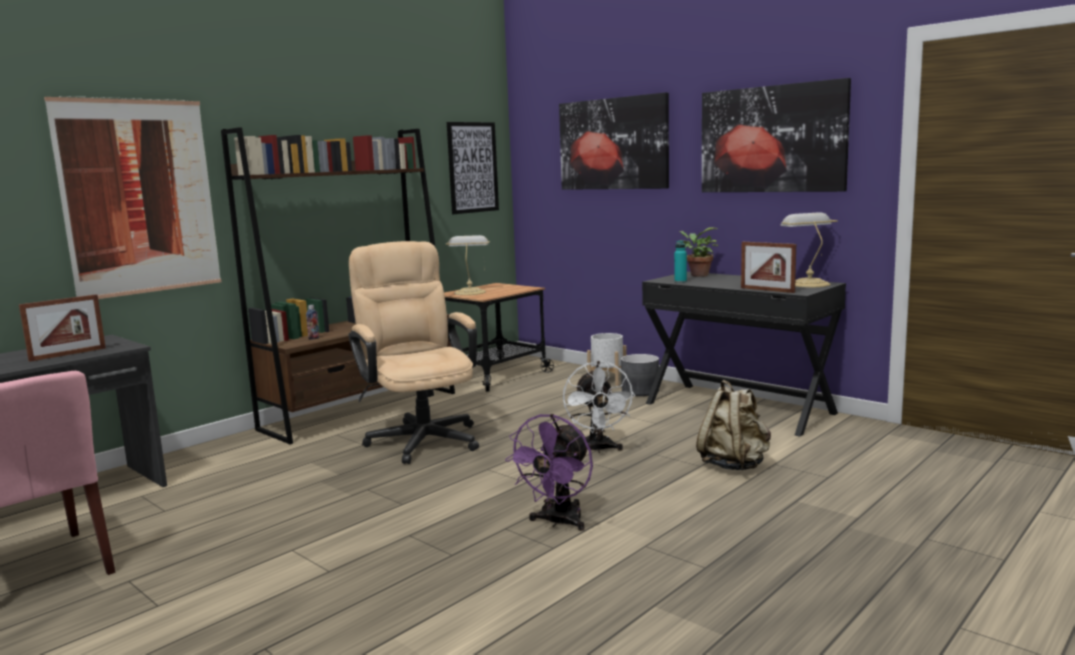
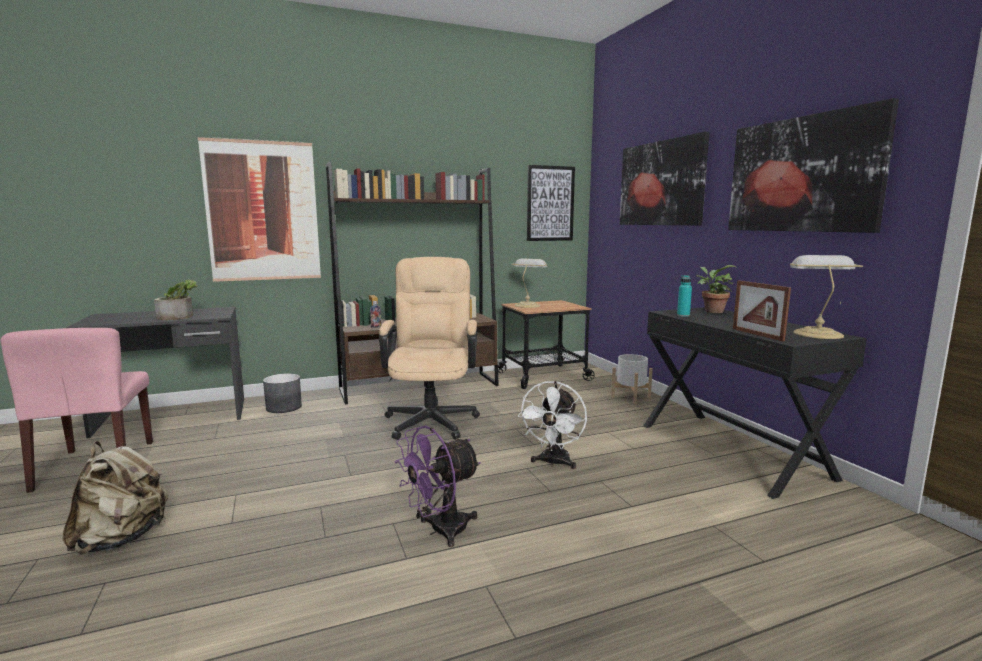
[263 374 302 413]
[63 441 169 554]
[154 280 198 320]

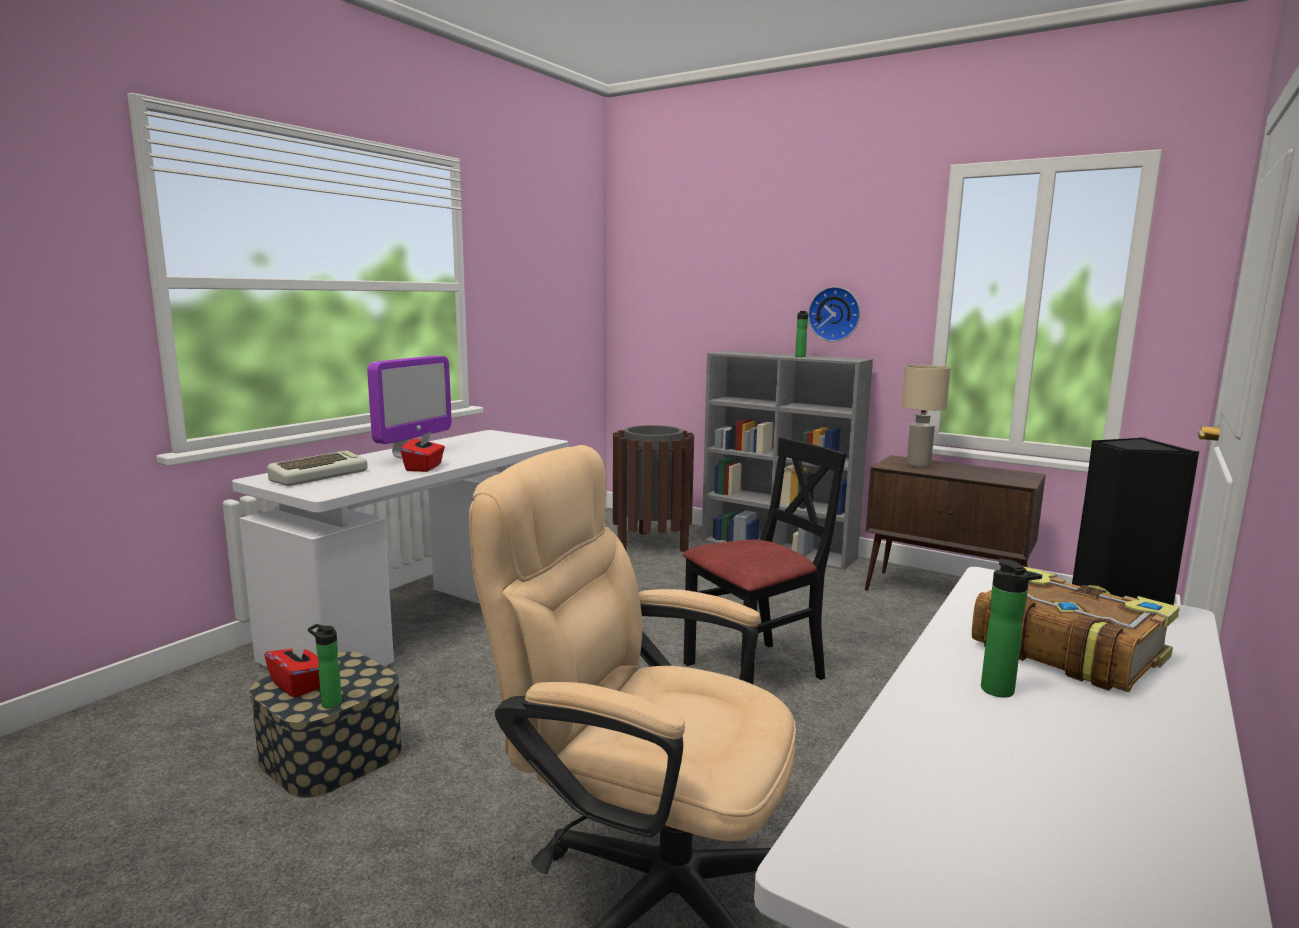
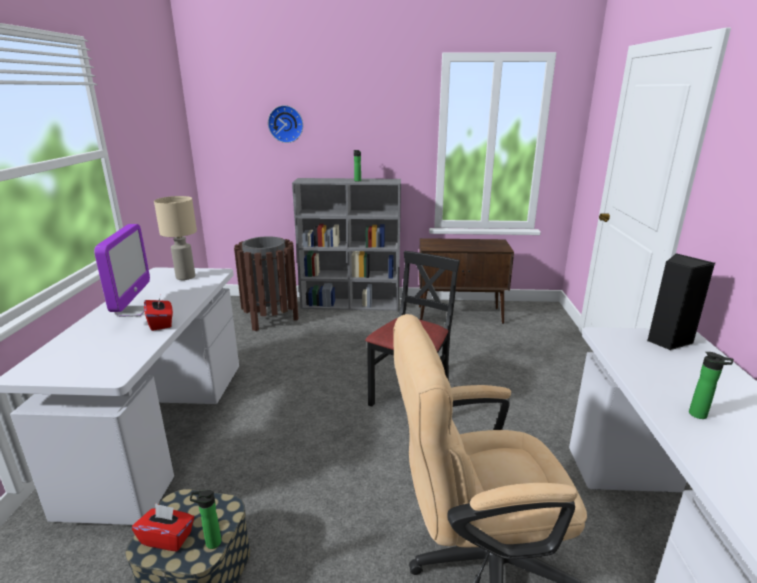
[267 451 368 486] (first image)
[972 566 1180 692] (first image)
[268 105 303 143]
[154 196 197 280]

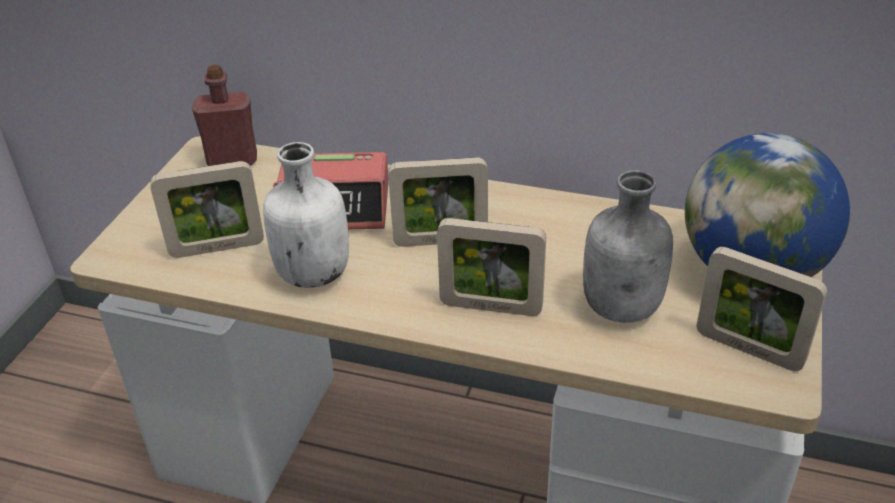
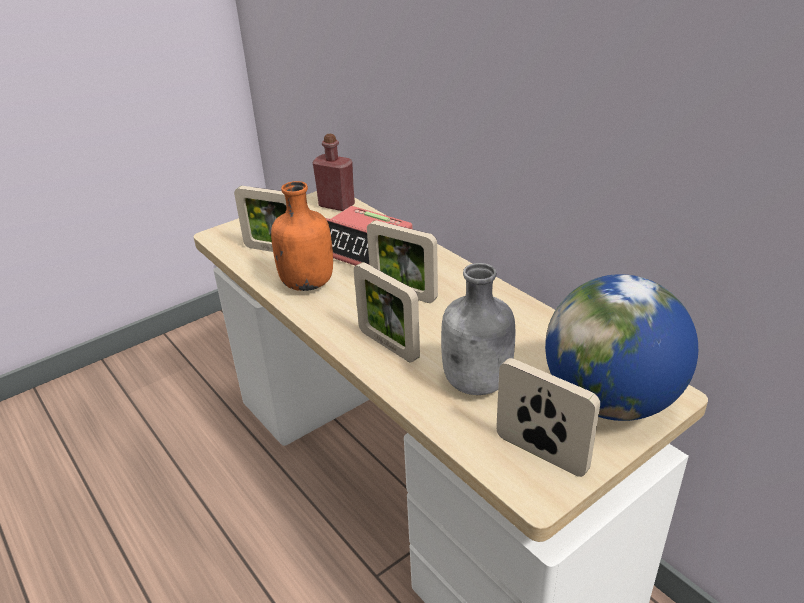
[271 181 333 291]
[496 358 600 477]

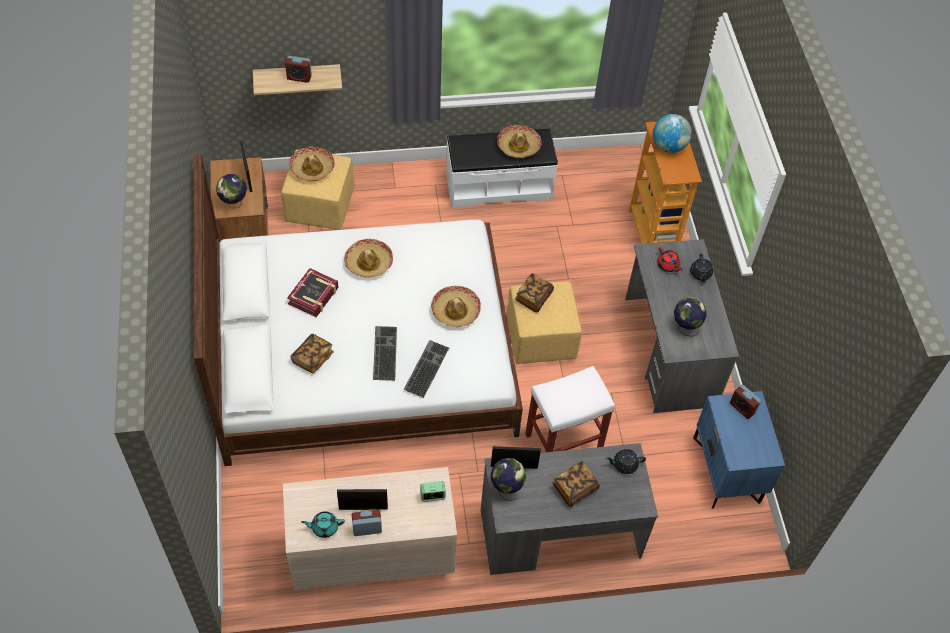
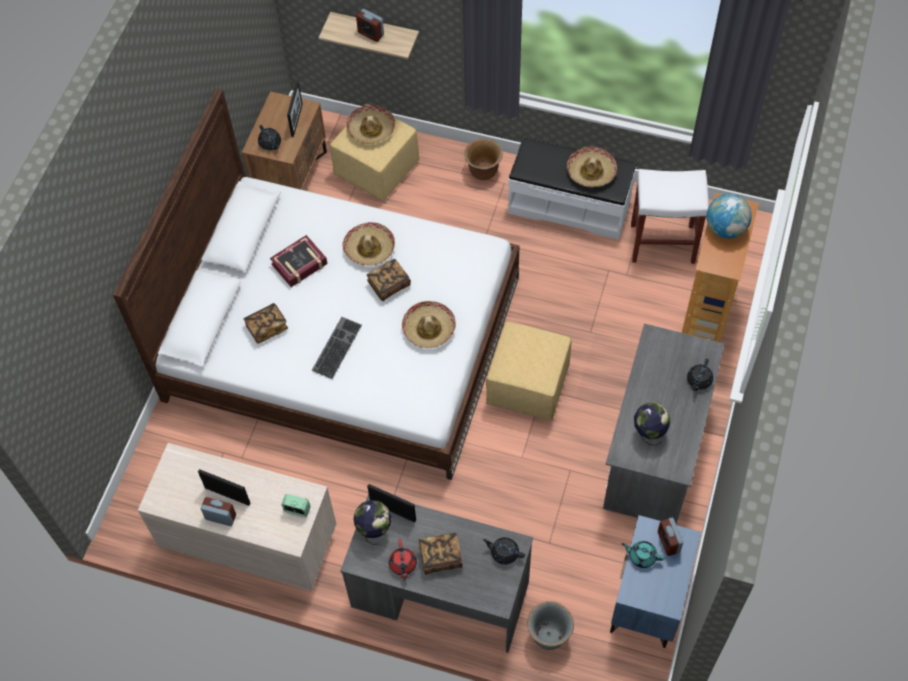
[404 340 449 398] (first image)
[464 138 503 180]
[527 601 574 650]
[622 541 664 568]
[366 259 411 301]
[631 169 709 264]
[389 540 417 581]
[258 125 281 150]

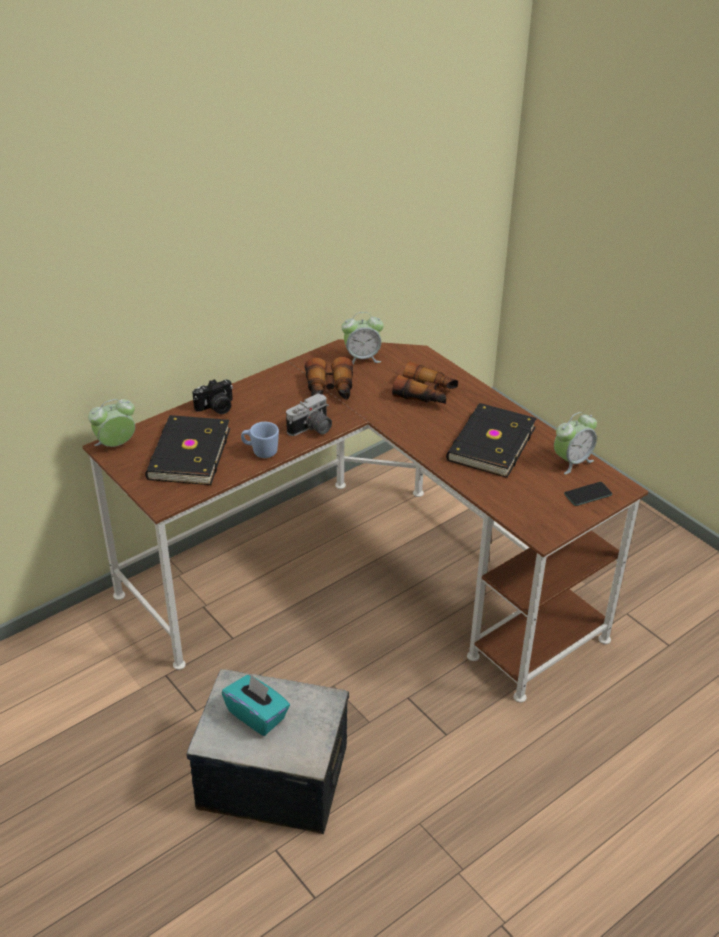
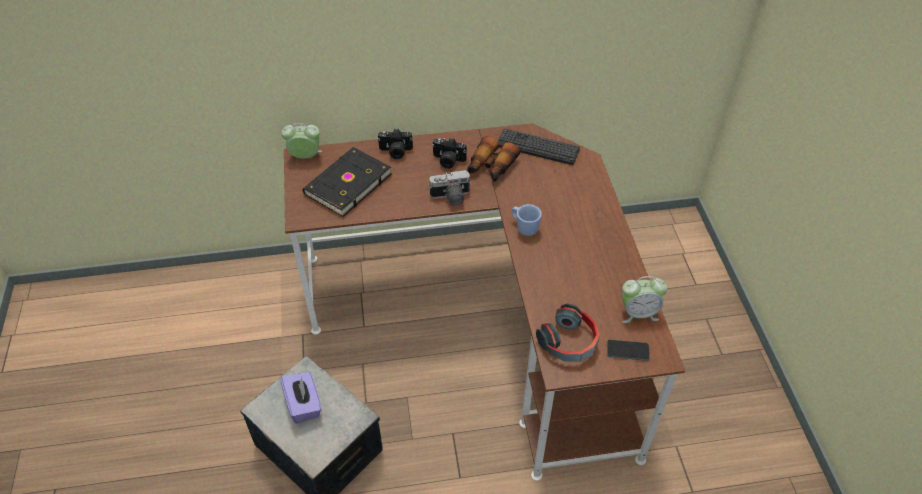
[392 361 458 404] (first image)
[446 403 537 478] (first image)
[432 138 467 169]
[536 303 600 362]
[512 204 542 236]
[498 129 580 165]
[281 372 321 424]

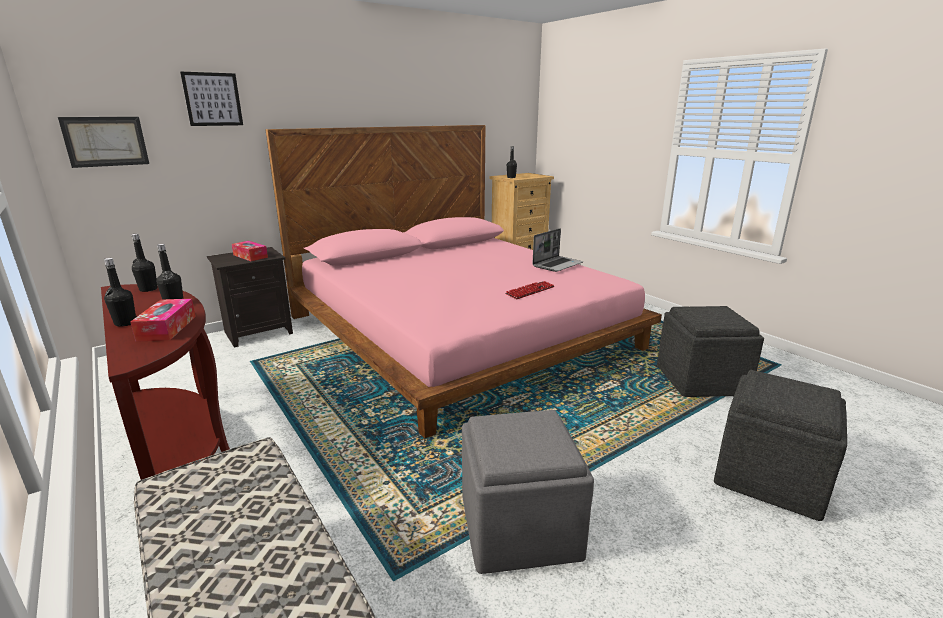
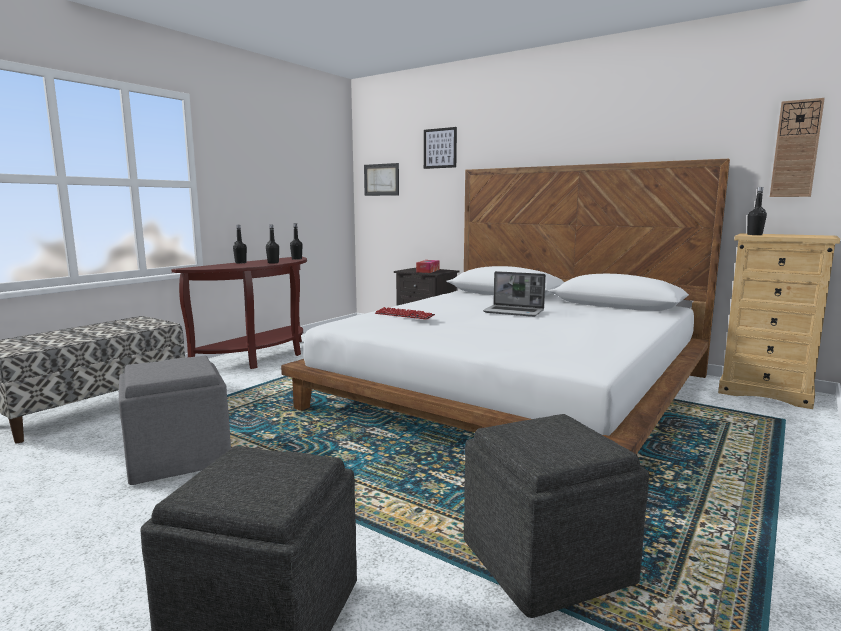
[130 299 196 342] (first image)
[770 98 825 197]
[375 307 435 320]
[483 271 546 317]
[281 159 730 455]

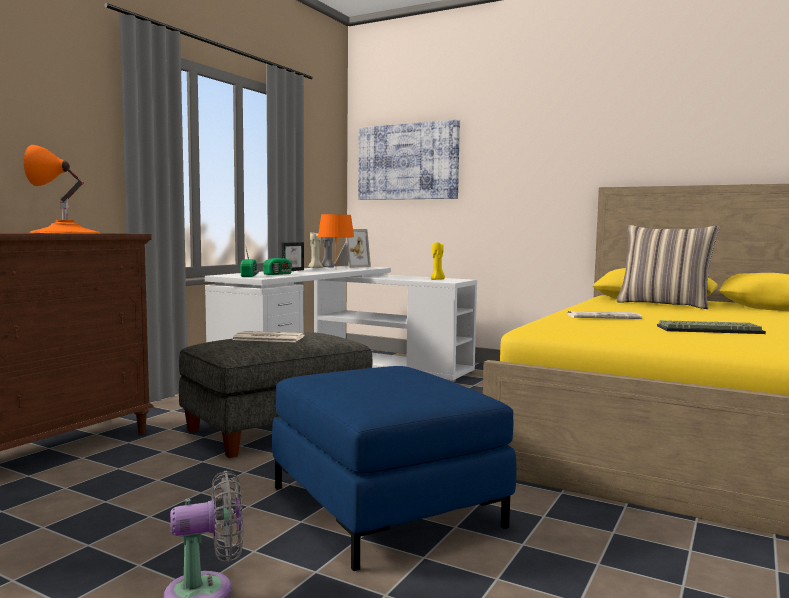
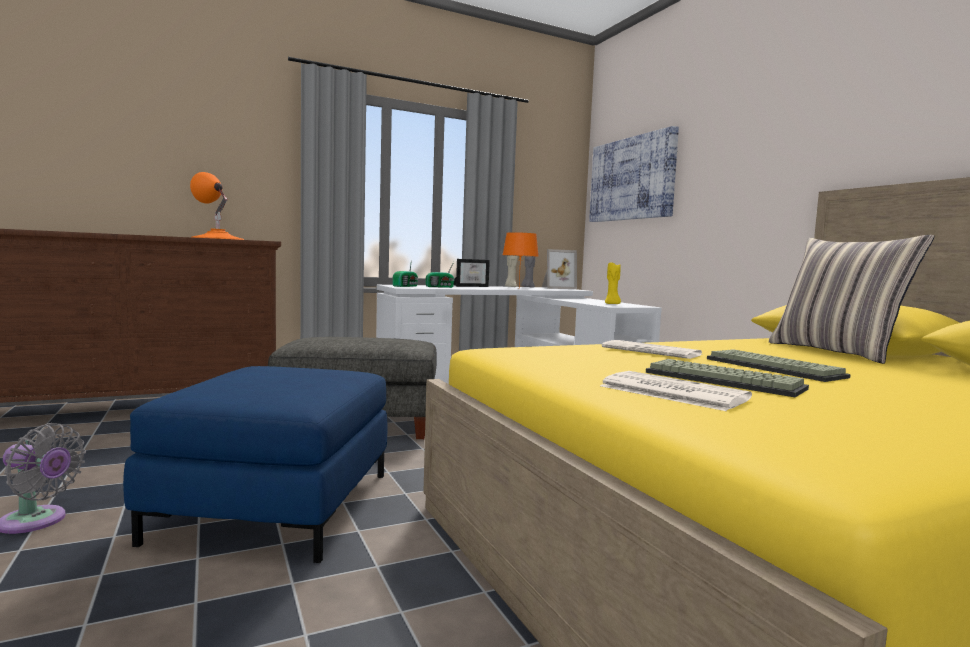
[707 349 851 382]
[600 371 752 411]

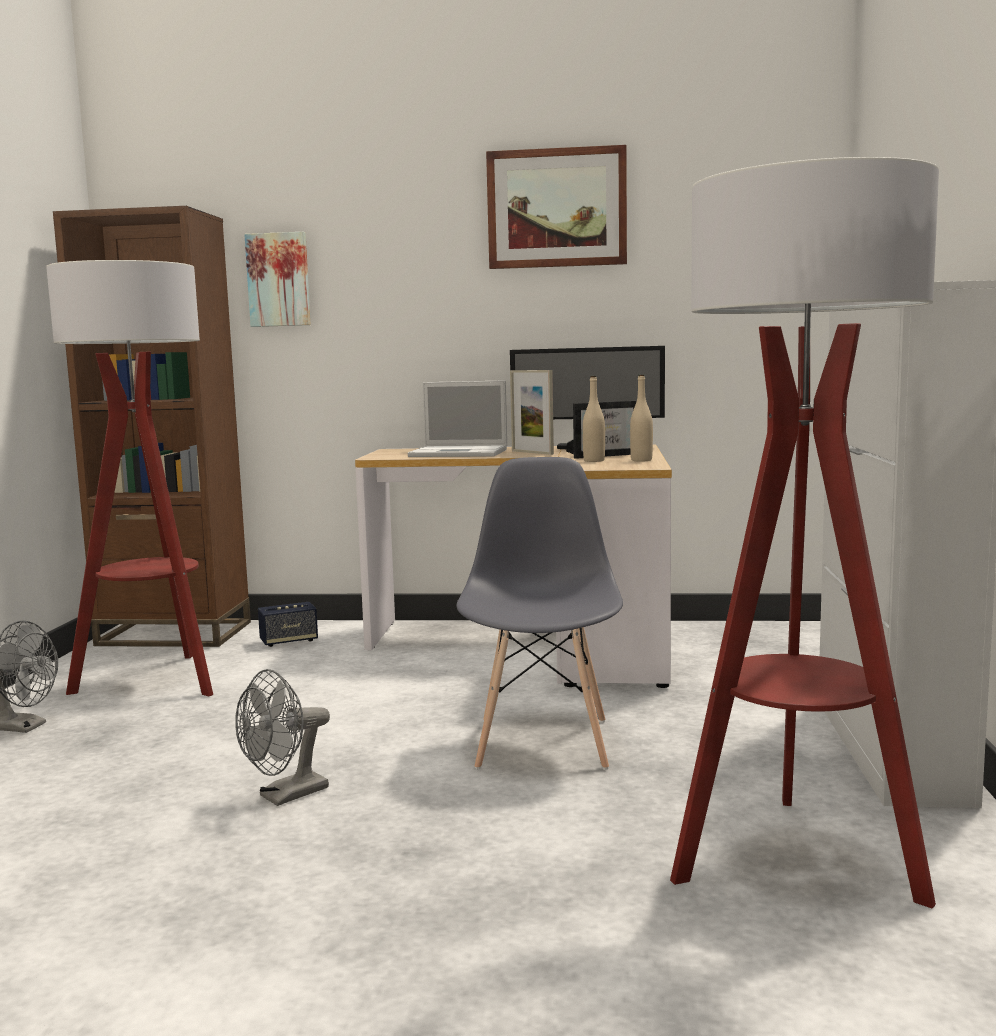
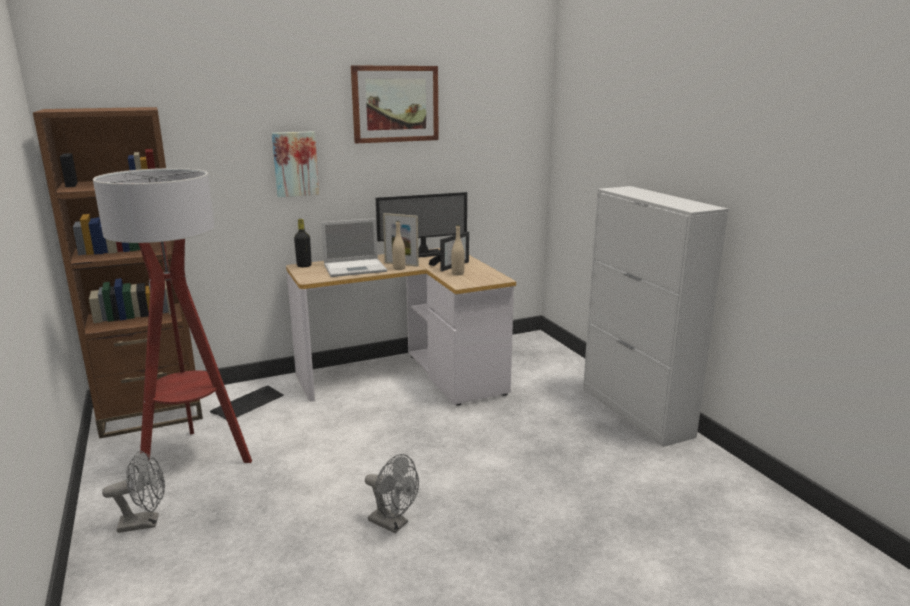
[456 457 623 770] (first image)
[670 157 939 908] (first image)
[294 219 312 267]
[272 131 319 197]
[392 221 405 270]
[210 386 284 420]
[365 454 419 533]

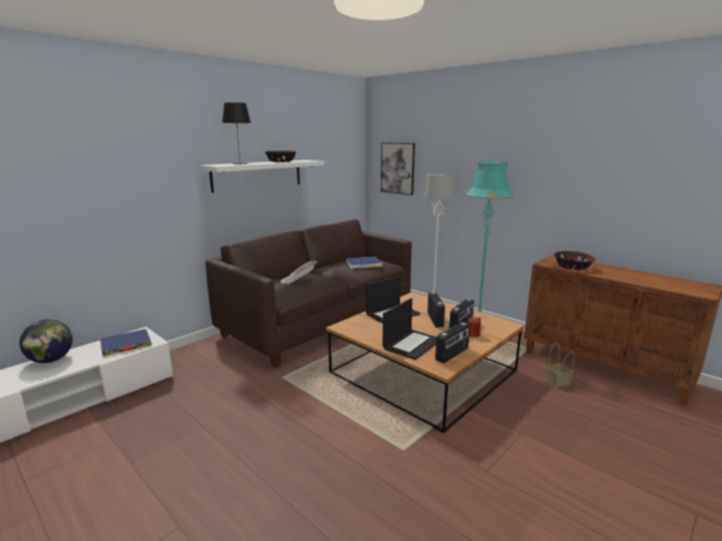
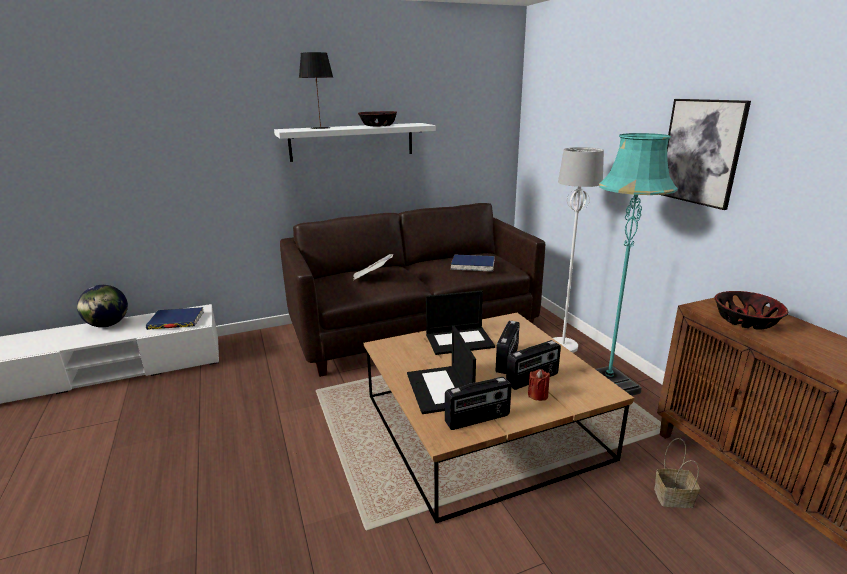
[662 99 751 210]
[407 326 476 414]

